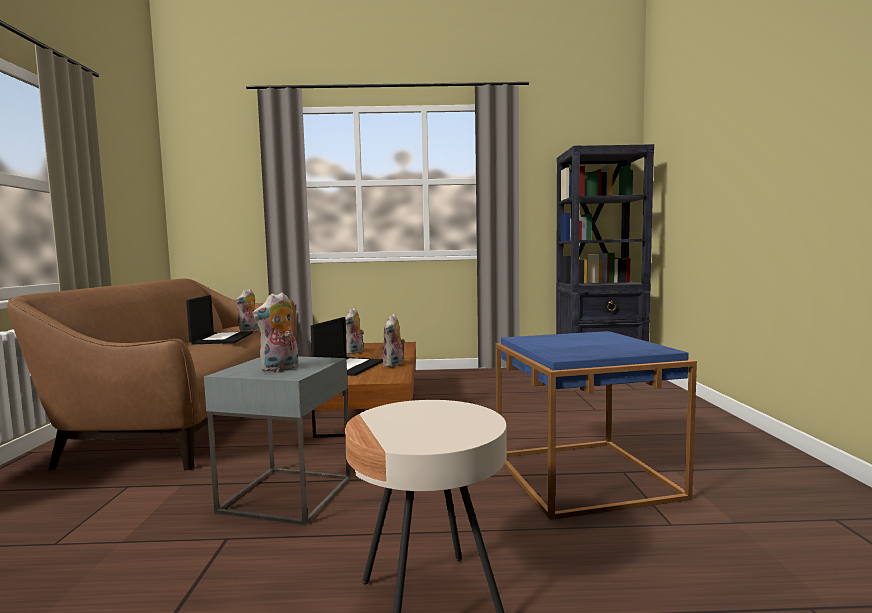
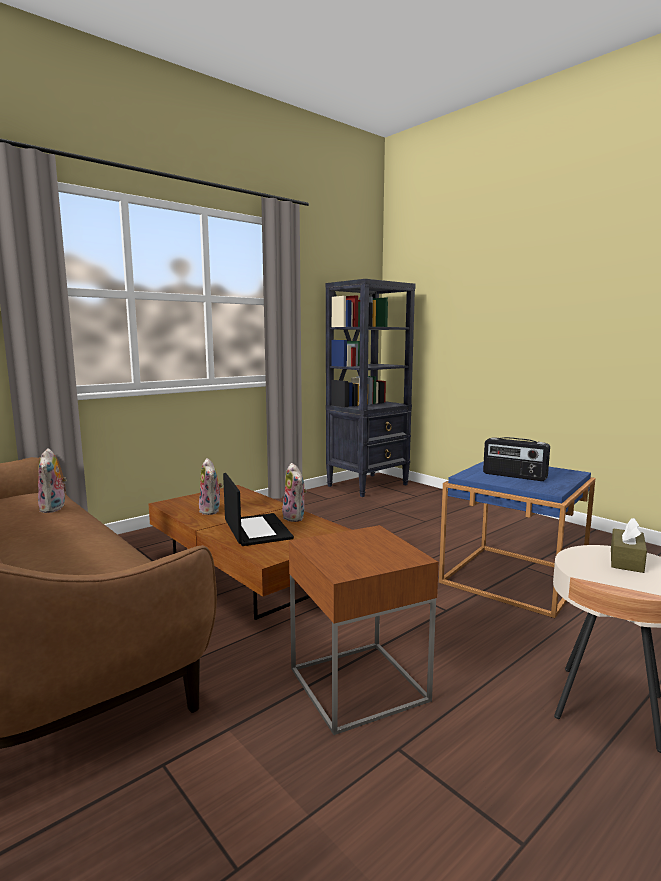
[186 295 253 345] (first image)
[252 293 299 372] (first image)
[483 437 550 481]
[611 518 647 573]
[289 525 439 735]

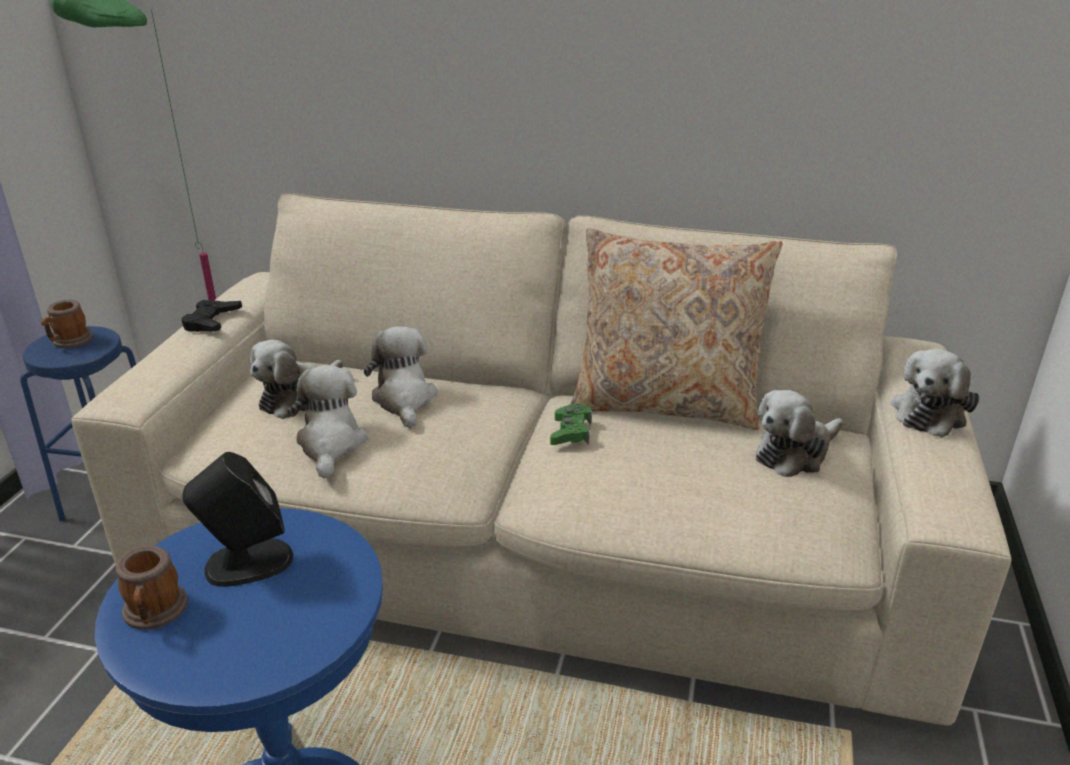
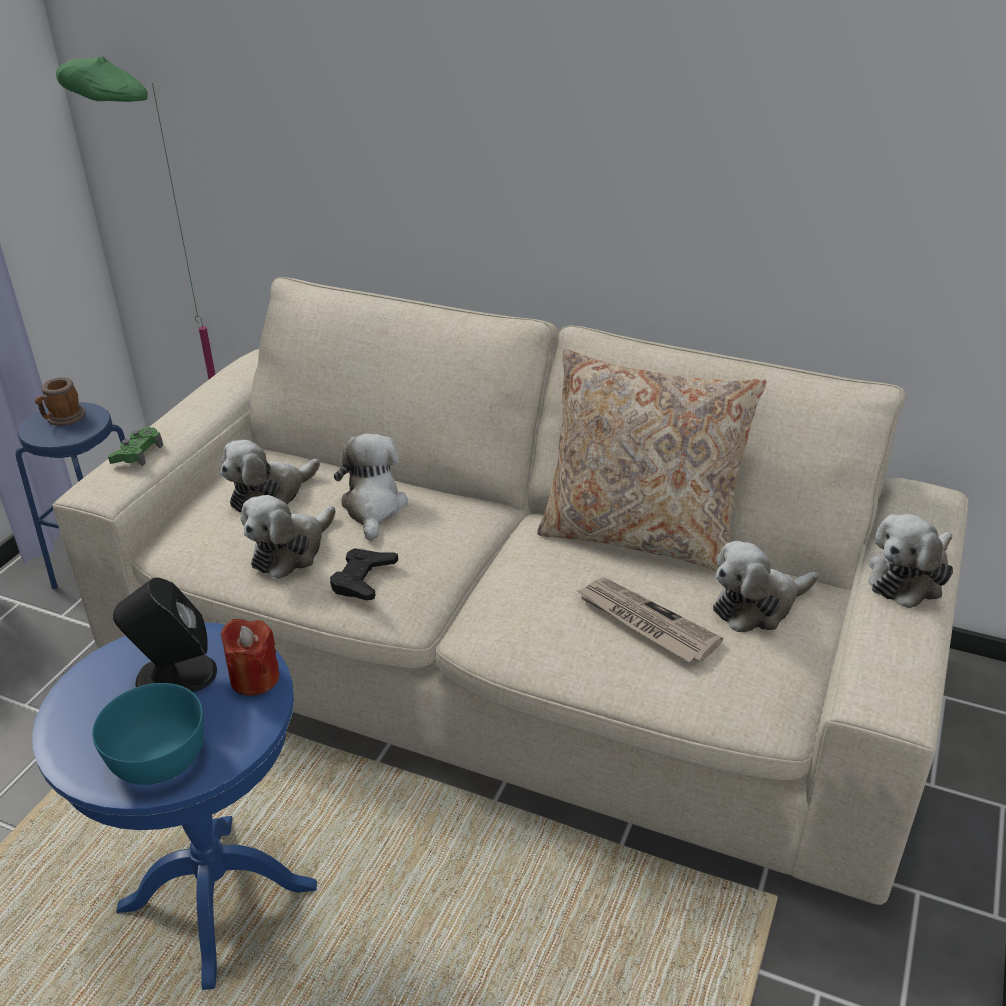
[115 545 188 630] (first image)
[92 683 204 785]
[220 619 279 696]
[577 578 723 663]
[330 548 398 601]
[108 427 163 466]
[241 495 336 579]

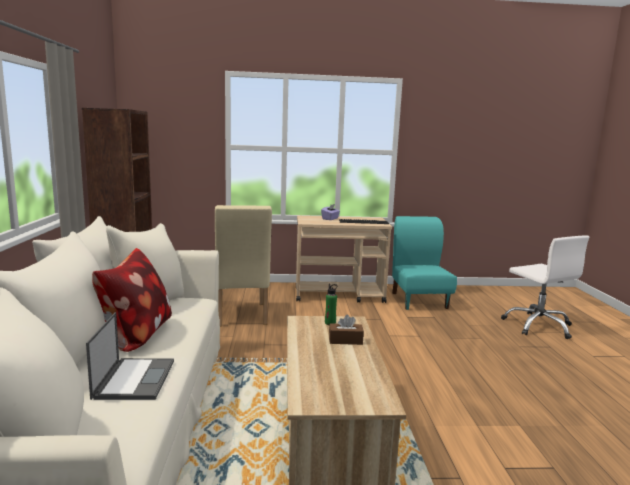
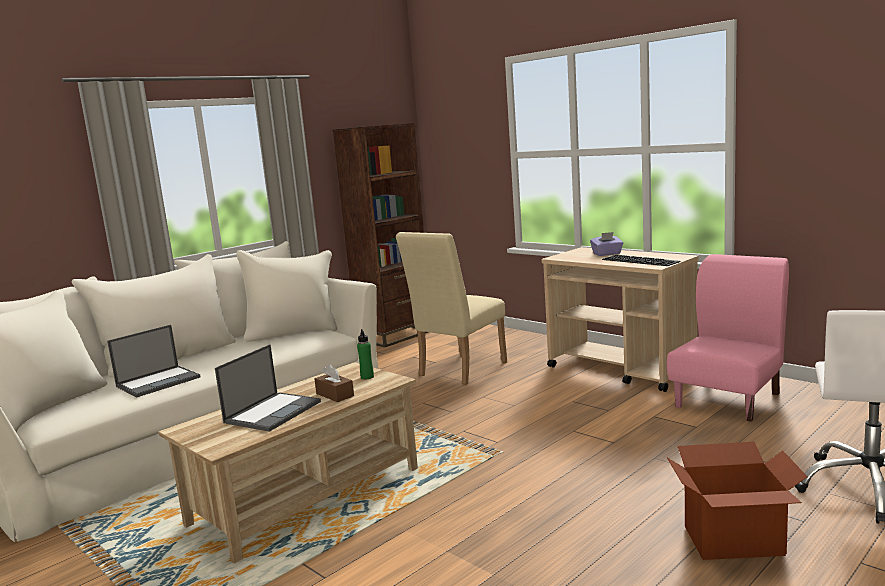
[92 248 172 352] (first image)
[215 344 321 432]
[667 442 808 560]
[667 254 789 422]

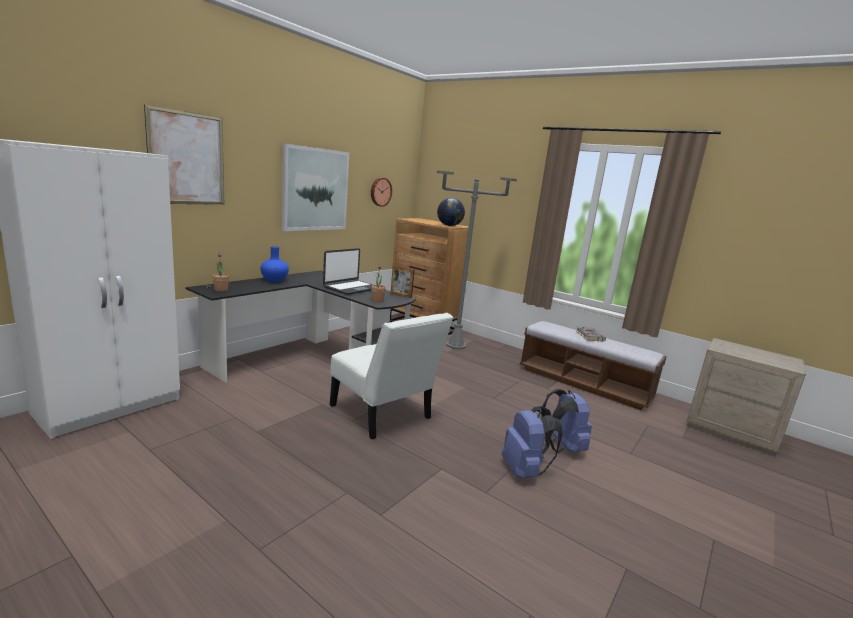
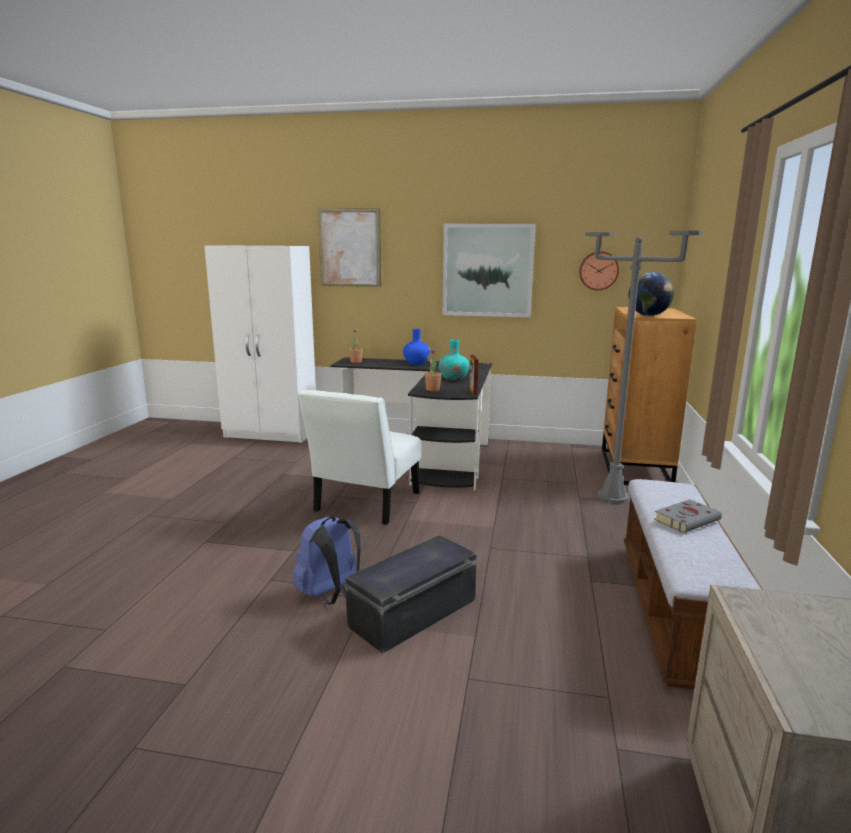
[439 340 470 380]
[345 535 477 654]

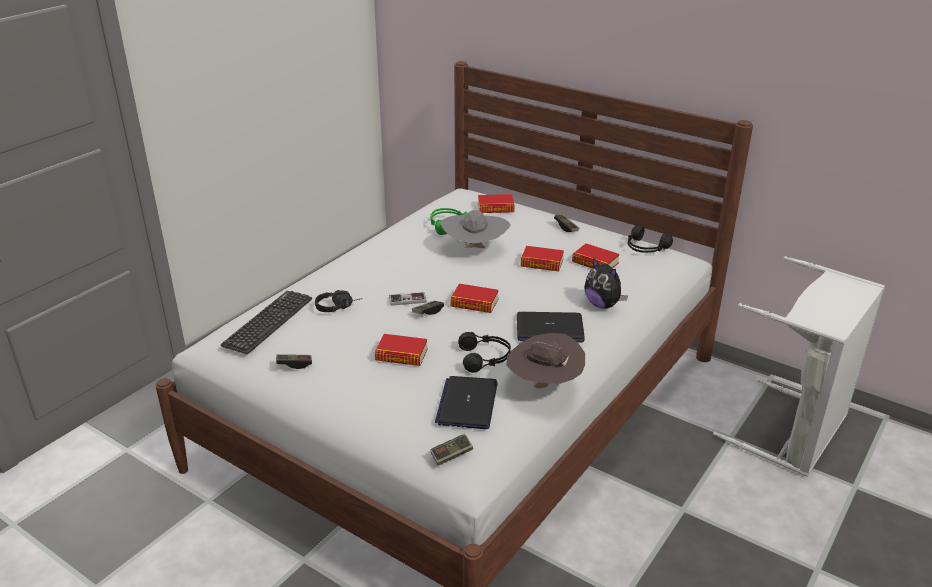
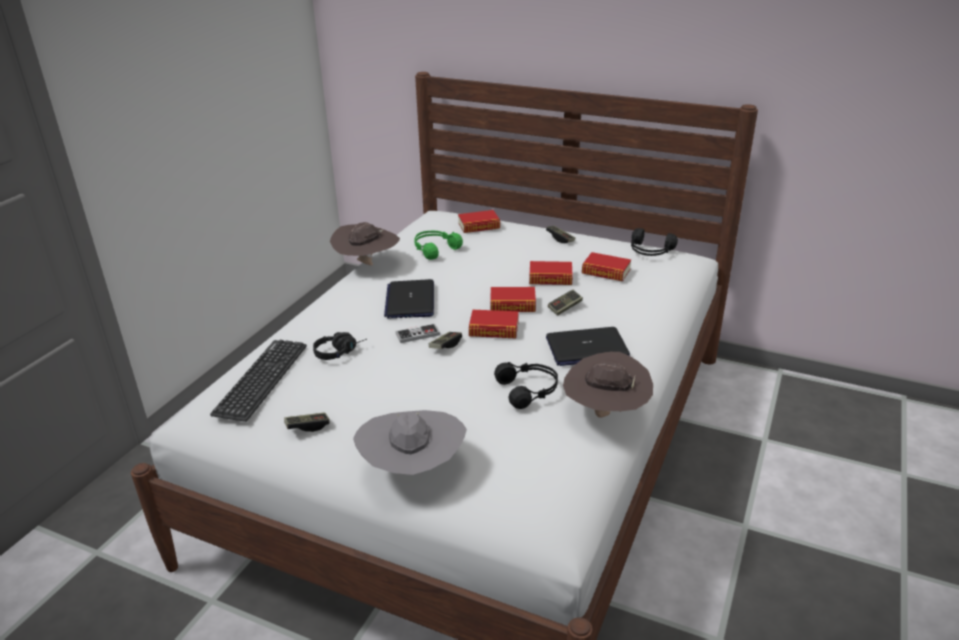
[584 258 628 309] (first image)
[713 256 885 477] (first image)
[330 222 400 266]
[490 287 536 312]
[548 290 583 316]
[384 279 434 318]
[353 410 467 475]

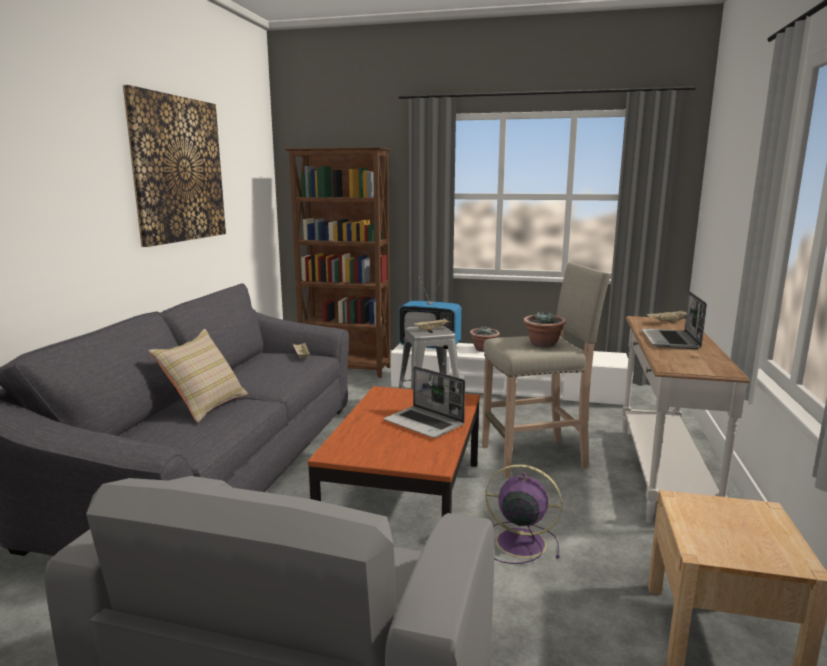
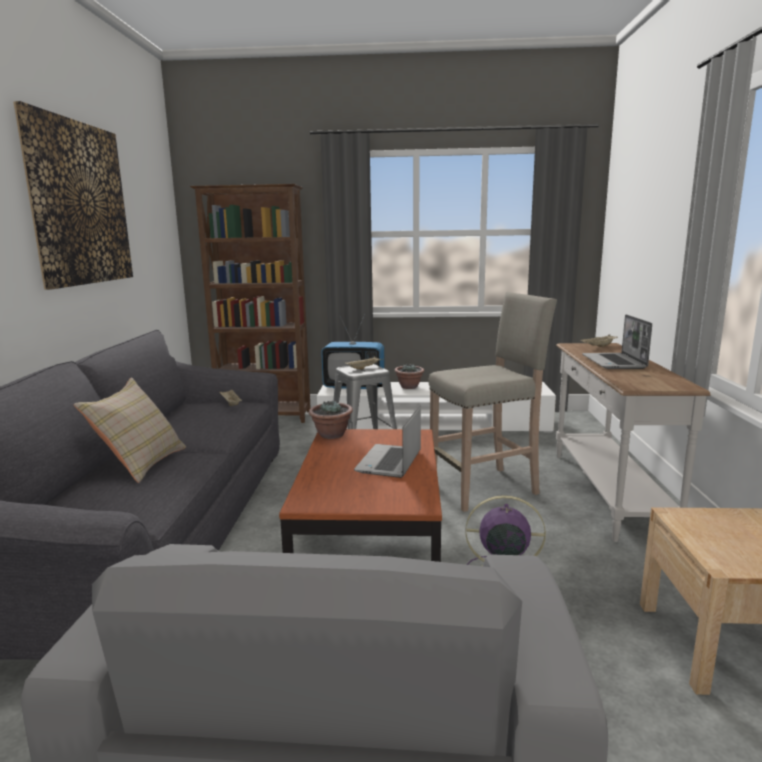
[309 400 353 439]
[354 406 421 478]

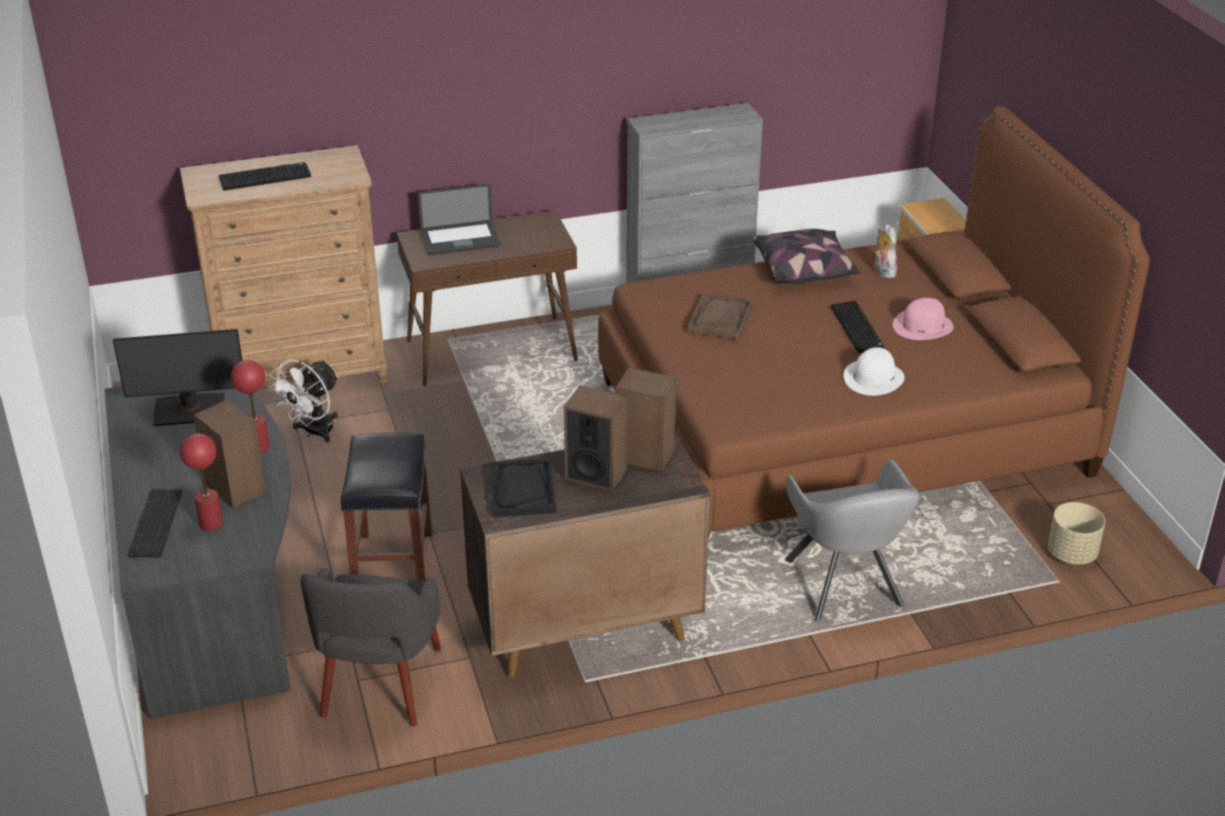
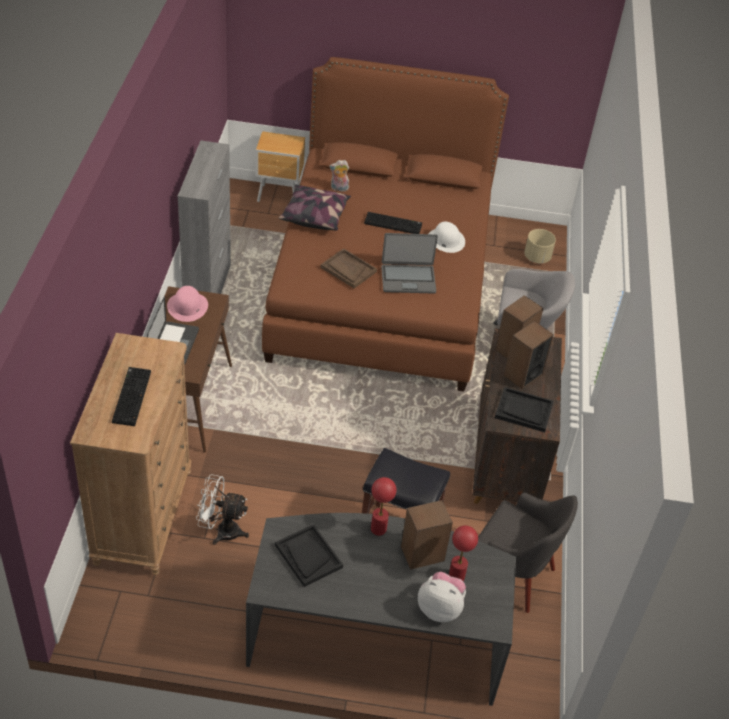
[381 233 438 294]
[167 286 208 322]
[275 524 343 587]
[418 572 466 622]
[196 474 249 545]

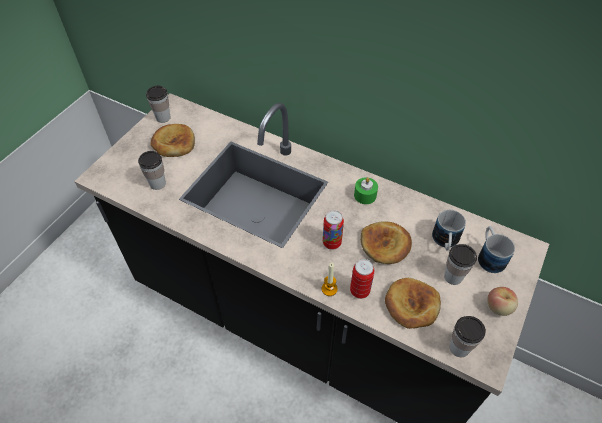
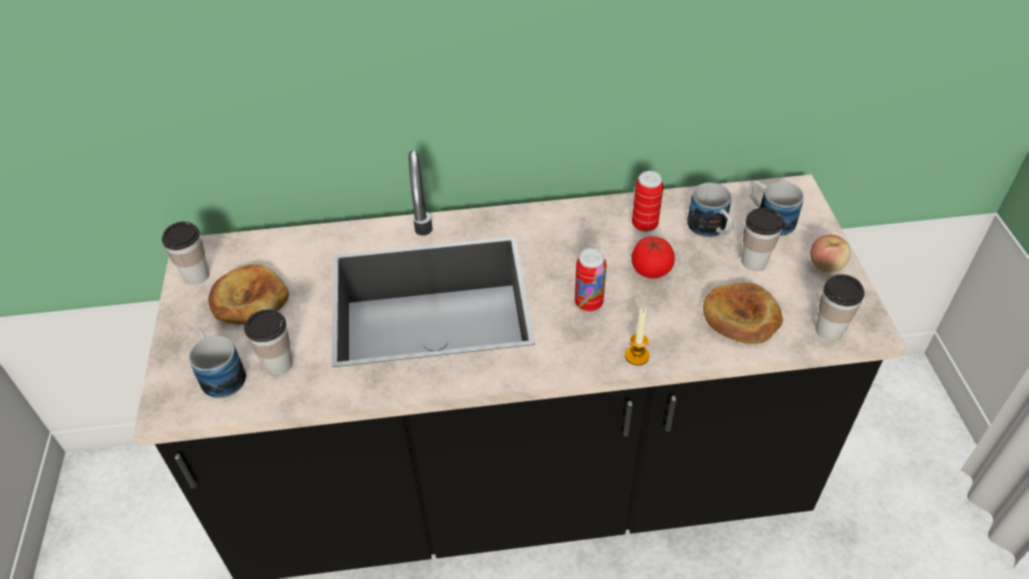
[354 177 378 204] (first image)
[189 329 246 398]
[632 171 664 232]
[631 236 675 278]

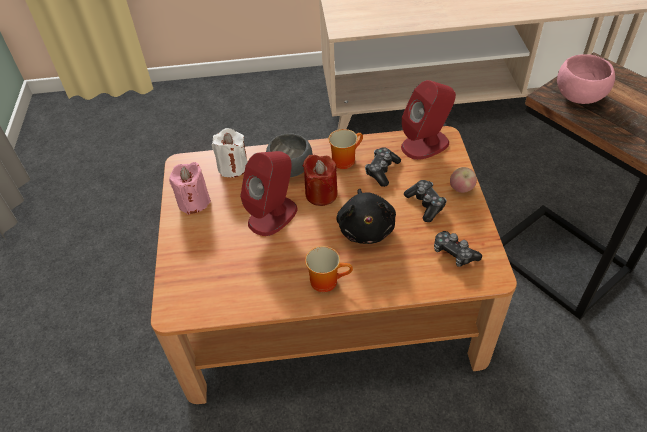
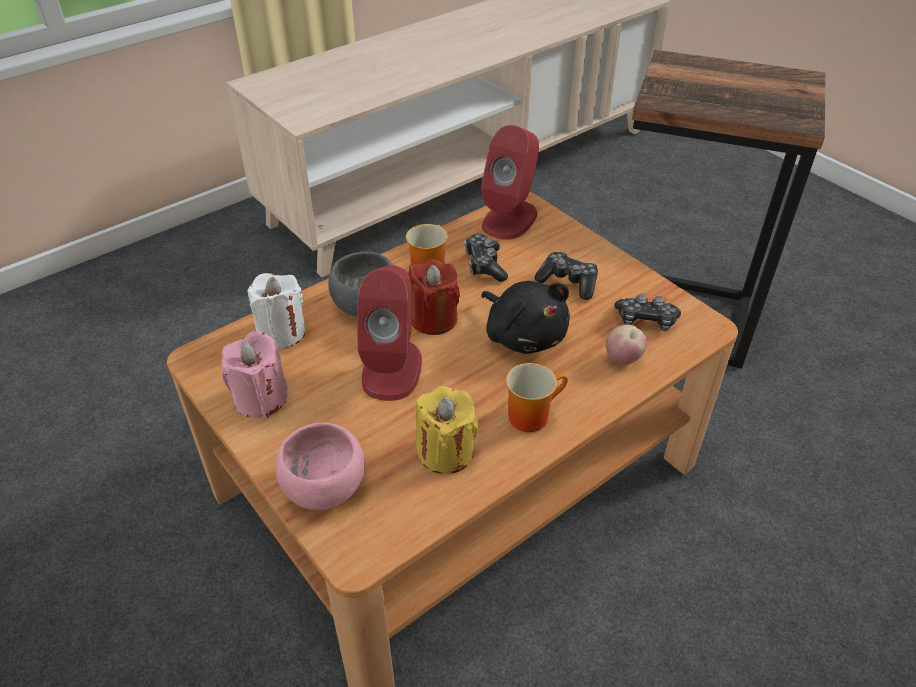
[415 386 478 474]
[606 324 647 364]
[275 423 365 510]

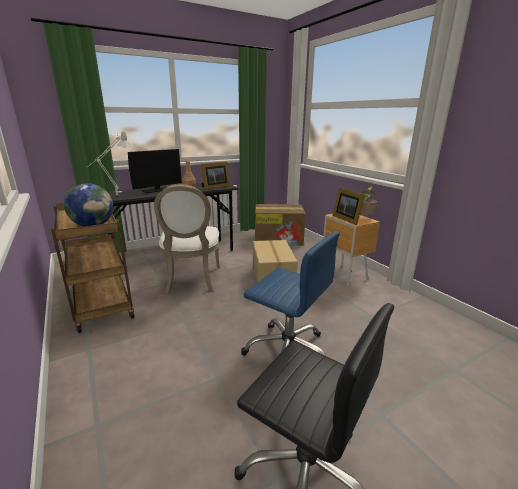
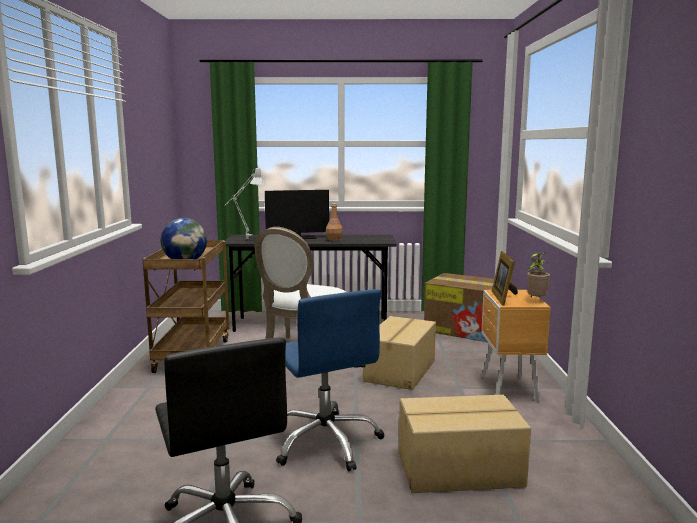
[201 161 230 190] (first image)
[399 395 531 493]

